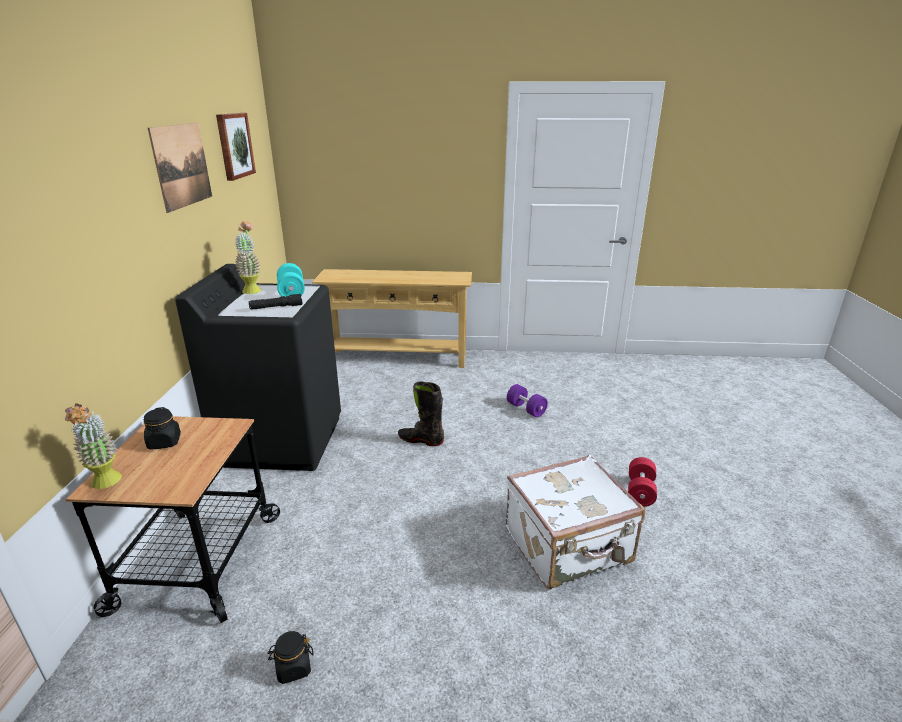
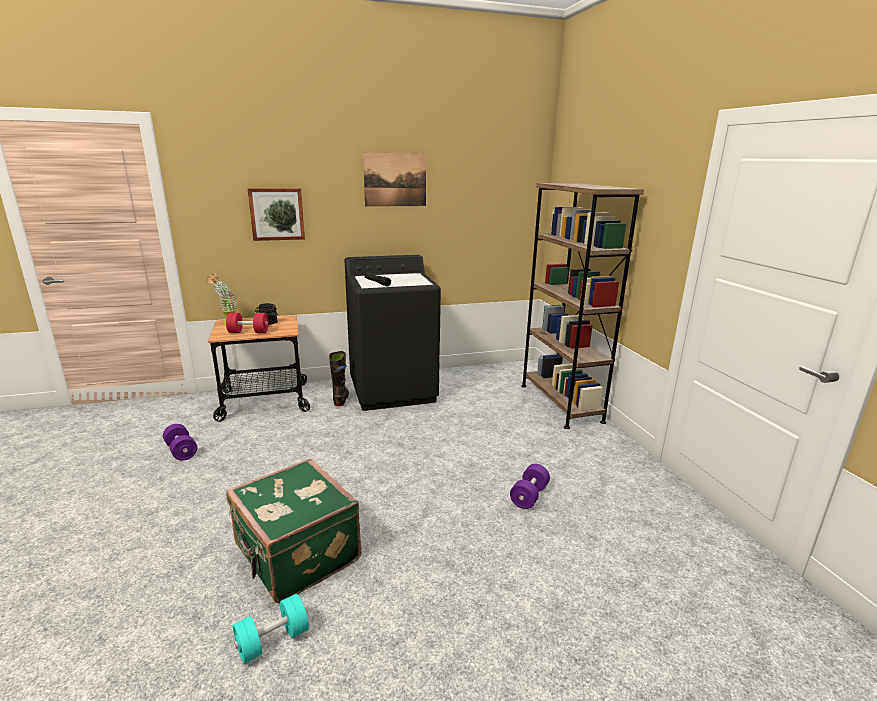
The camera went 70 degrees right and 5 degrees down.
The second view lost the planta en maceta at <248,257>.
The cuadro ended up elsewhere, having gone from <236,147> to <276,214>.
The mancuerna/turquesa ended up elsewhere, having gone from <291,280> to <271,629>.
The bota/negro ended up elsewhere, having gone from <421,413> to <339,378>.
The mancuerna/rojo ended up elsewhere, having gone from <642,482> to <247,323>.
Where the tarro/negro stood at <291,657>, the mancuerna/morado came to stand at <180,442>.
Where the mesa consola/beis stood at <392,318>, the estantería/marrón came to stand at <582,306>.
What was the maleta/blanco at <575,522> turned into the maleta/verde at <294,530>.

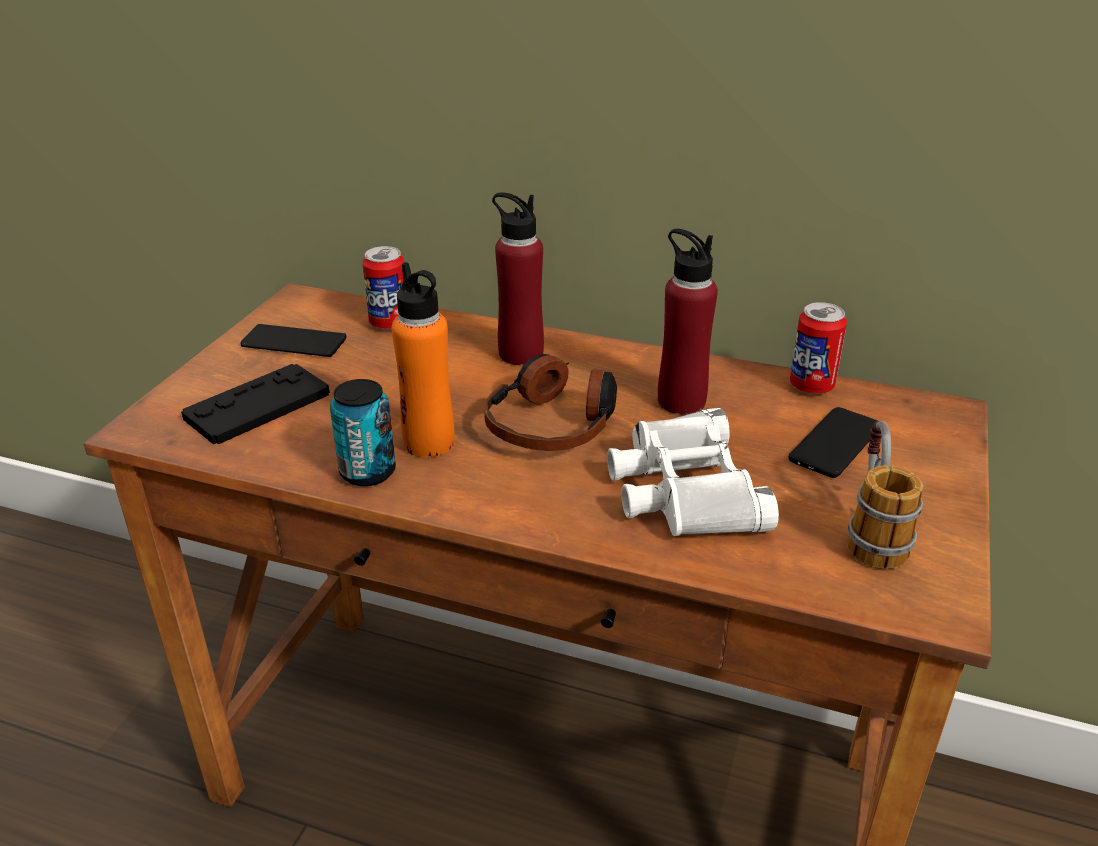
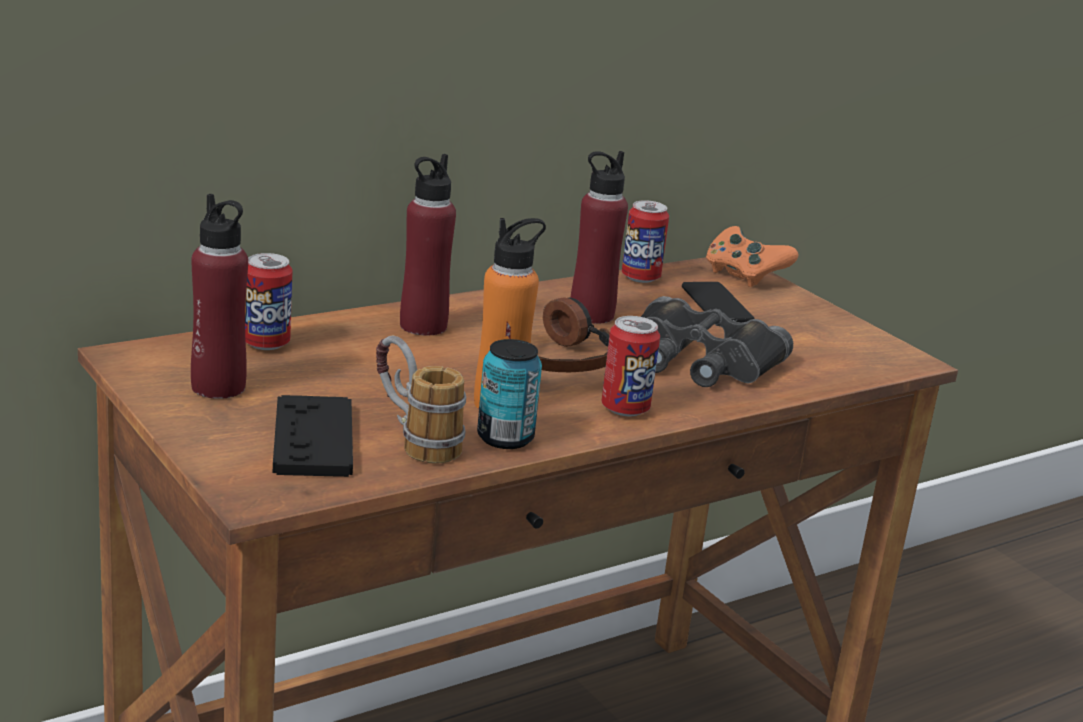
The camera went 55 degrees left and 10 degrees down.
The second view gained the lata at <630,366>.
The second view gained the mando de consola/naranja at <752,256>.
The taza grande ended up elsewhere, having gone from <885,495> to <421,399>.
Where the móvil stood at <293,340>, the botella/rojo came to stand at <219,296>.
What was the prismáticos/blanco at <693,472> turned into the prismáticos/negro at <717,341>.

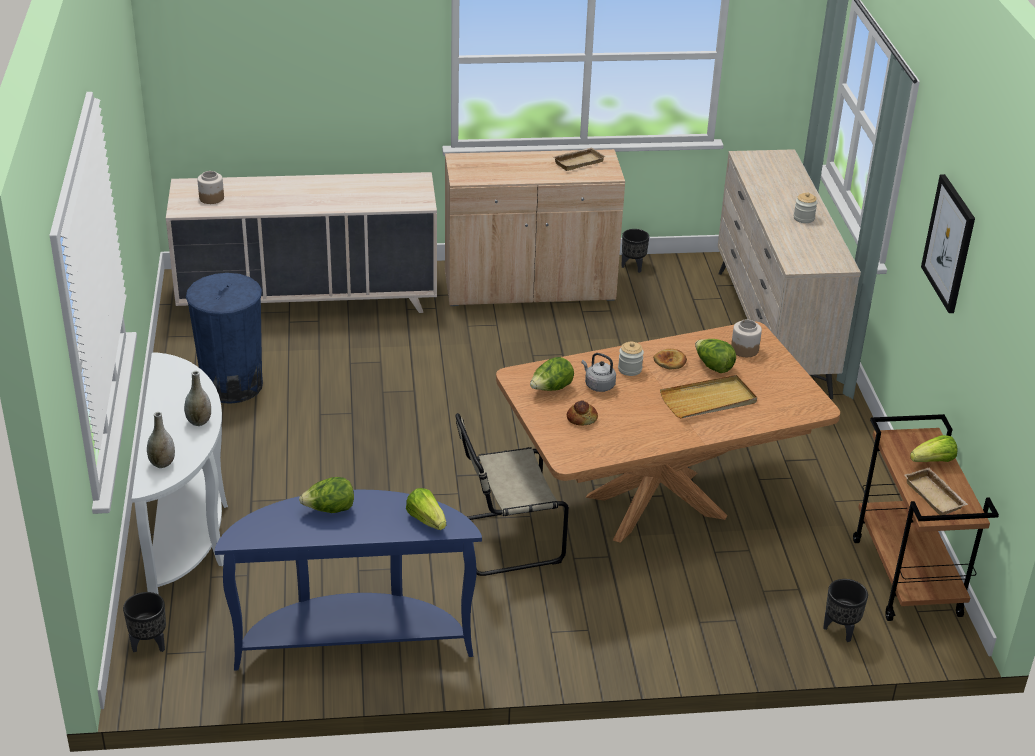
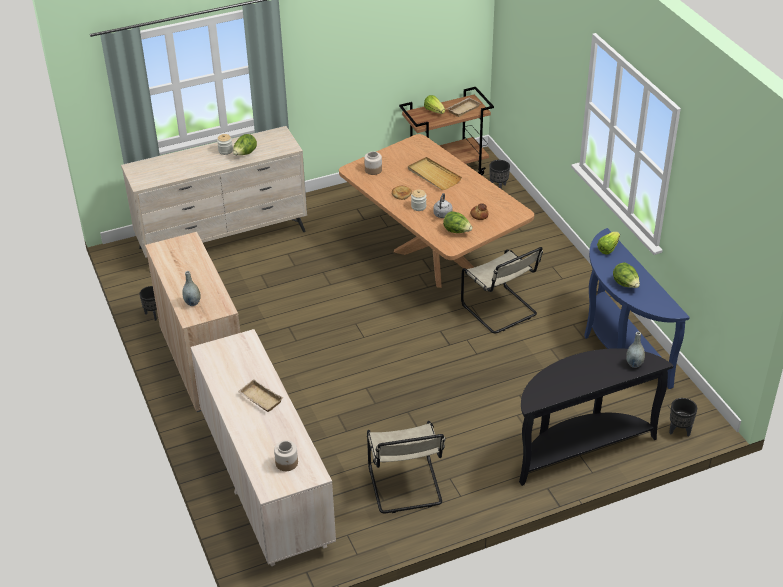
The camera went 105 degrees left and 5 degrees up.
The second view lost the cuadro at <948,243>.
The florero/gris ended up elsewhere, having gone from <197,398> to <191,288>.
The bandeja/beis ended up elsewhere, having gone from <579,159> to <260,395>.
The lechuga ended up elsewhere, having gone from <715,356> to <245,144>.
Where the papelera/azul stood at <224,338>, the silla/beis came to stand at <406,467>.
What was the mesa consola/blanco at <180,474> turned into the mesa consola/negro at <596,417>.

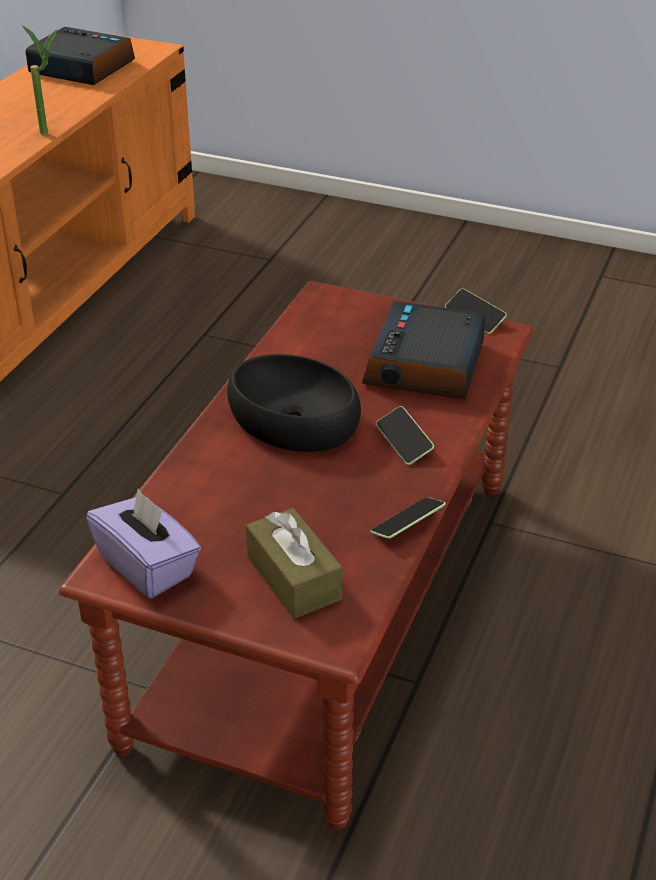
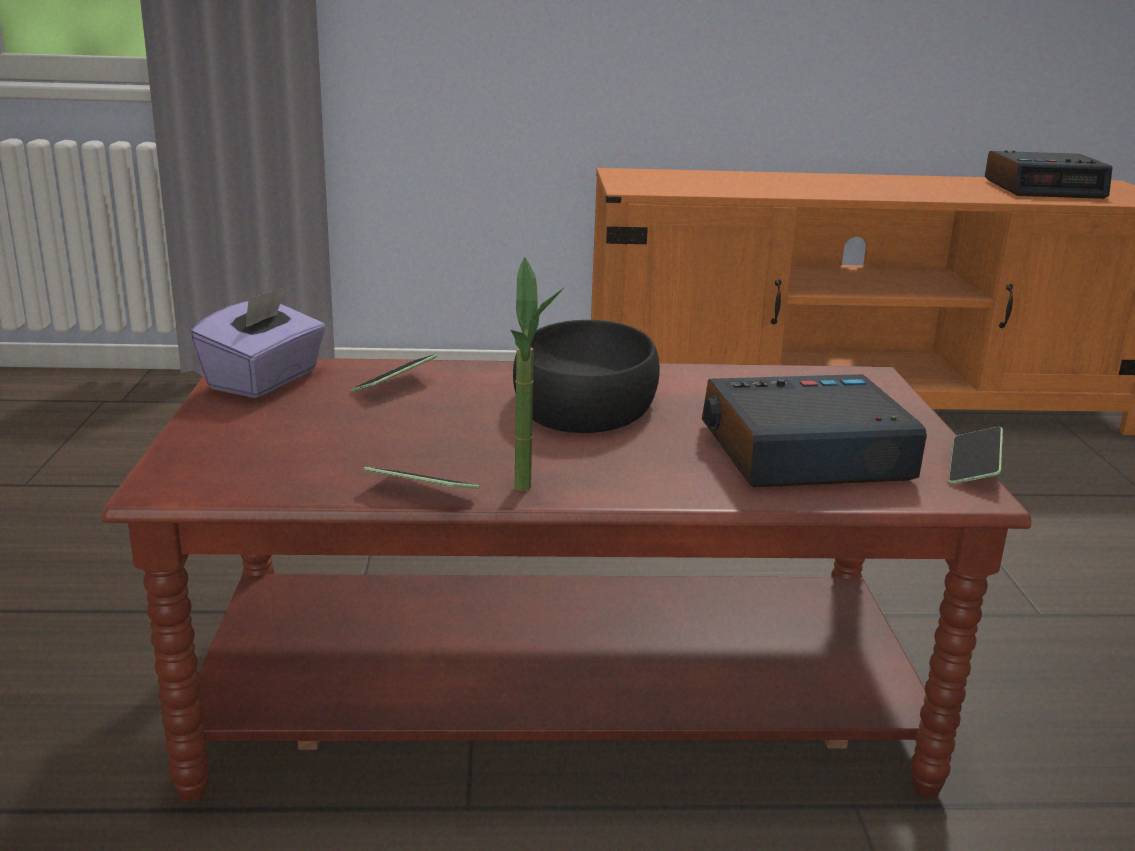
The camera went 65 degrees right and 15 degrees down.
The second view lost the caja de pañuelos/marrón at <294,563>.
The planta en maceta ended up elsewhere, having gone from <39,80> to <537,374>.
The móvil ended up elsewhere, having gone from <405,435> to <393,373>.
The despertador at <80,56> ended up facing another way, 90 degrees clockwise from before.

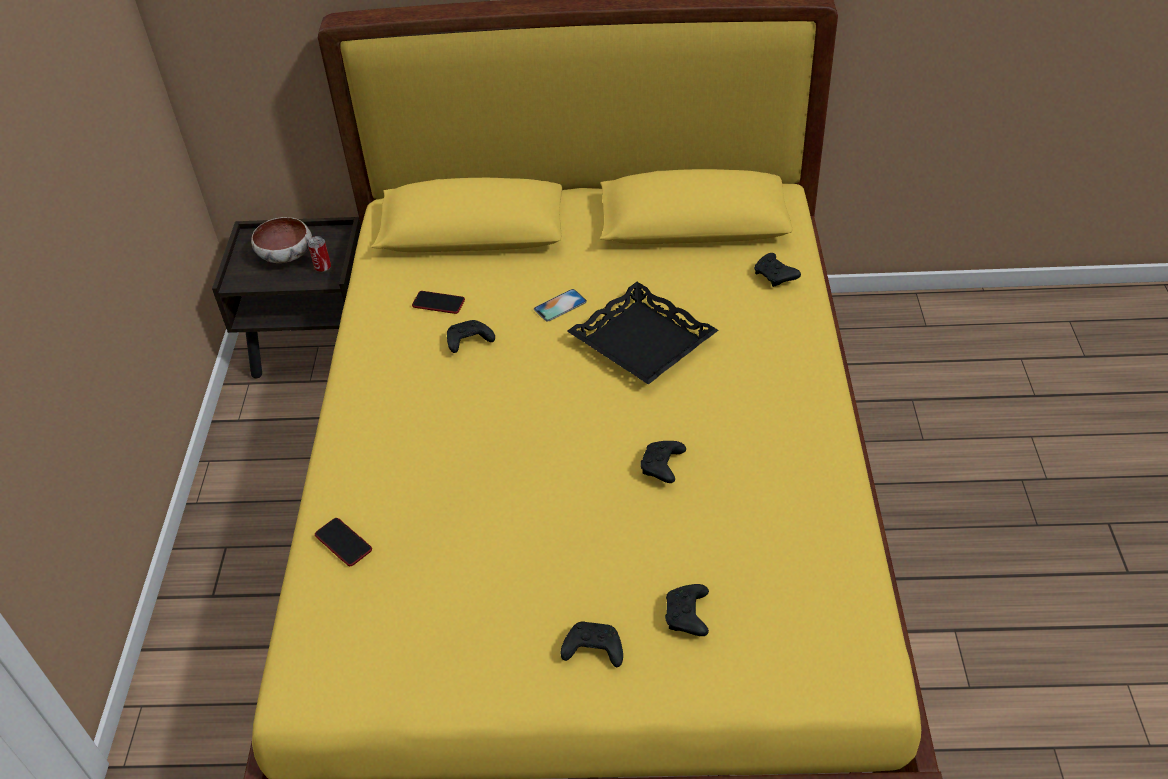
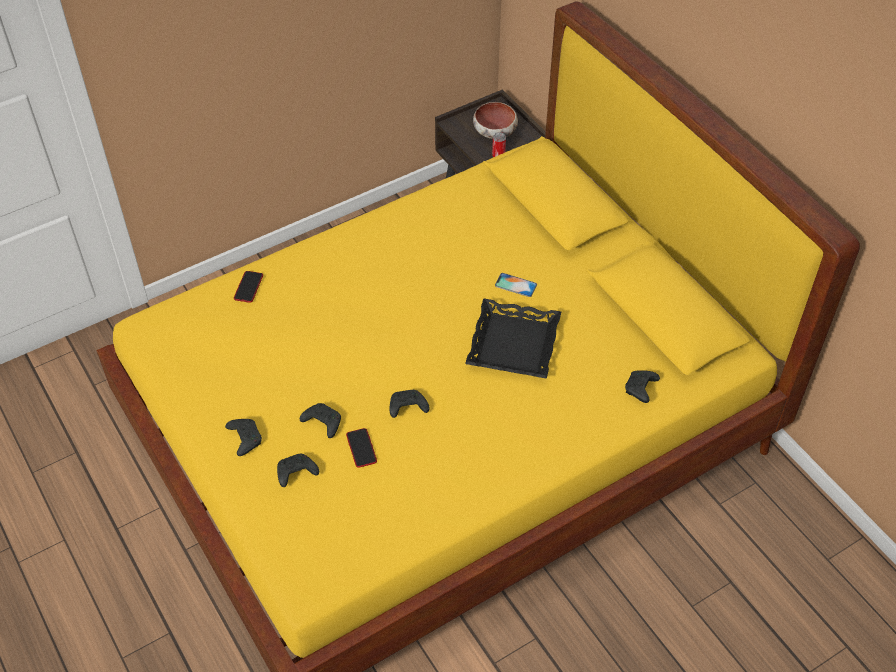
The camera went 55 degrees right and 5 degrees up.
The móvil ended up elsewhere, having gone from <438,302> to <361,448>.
The mando de consola/negro ended up elsewhere, having gone from <471,336> to <320,420>.

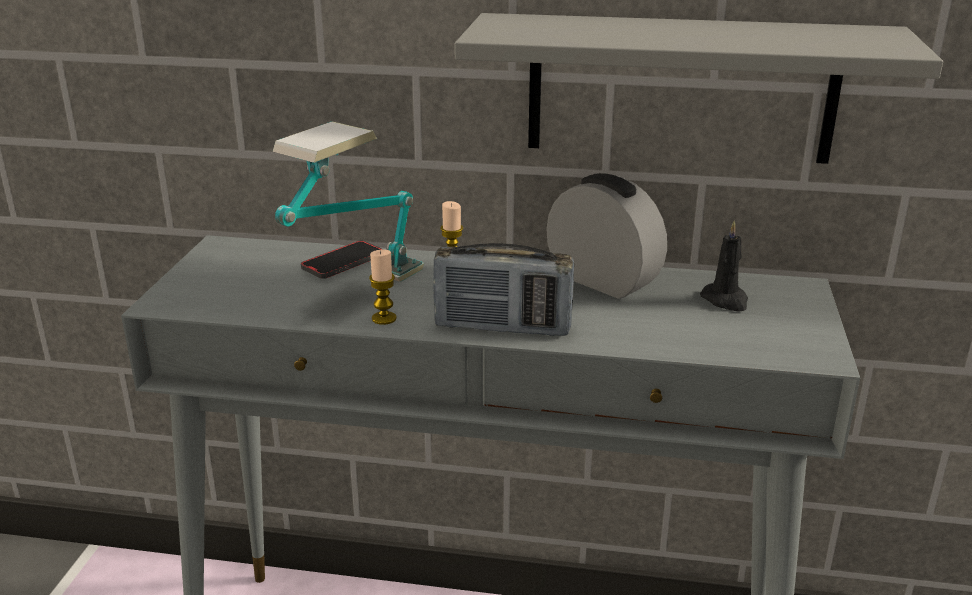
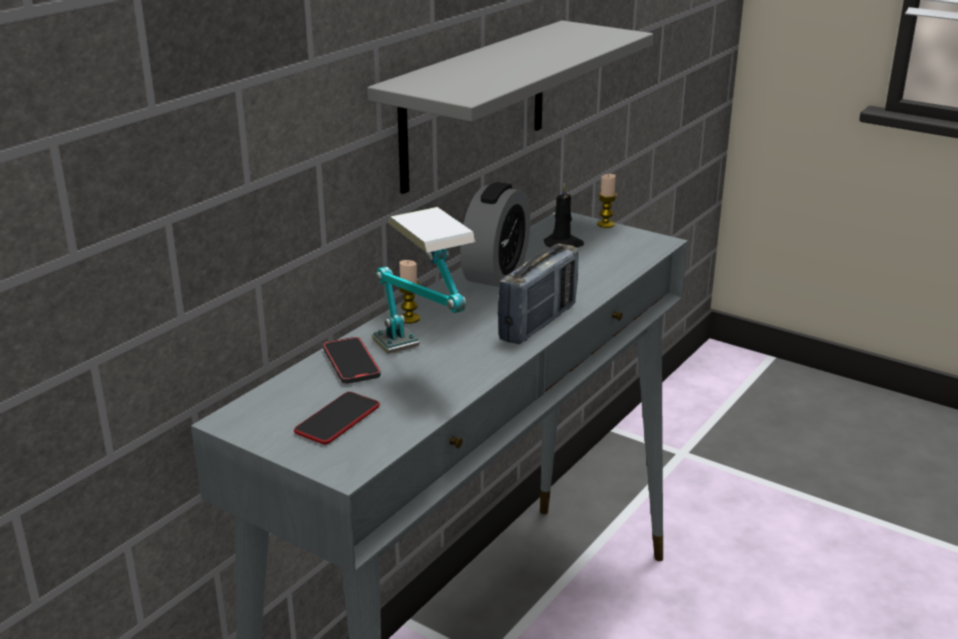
The camera went 65 degrees left and 0 degrees up.
The second view gained the móvil at <337,418>.
The vela ended up elsewhere, having gone from <383,287> to <606,201>.
The despertador at <606,236> ended up facing another way, 135 degrees clockwise from before.

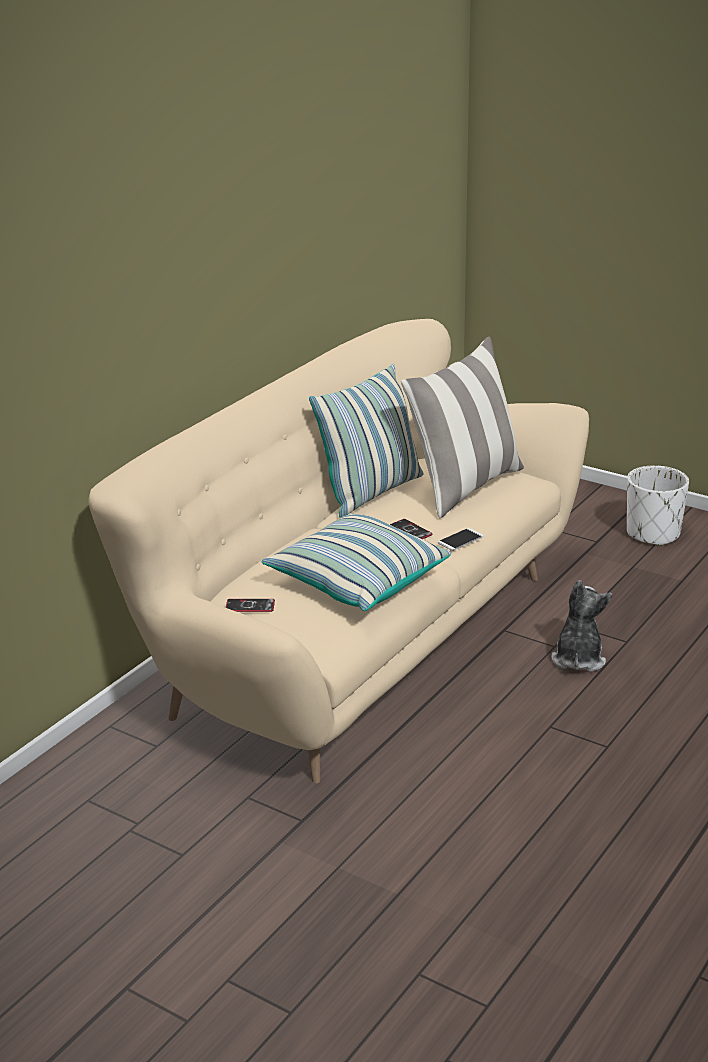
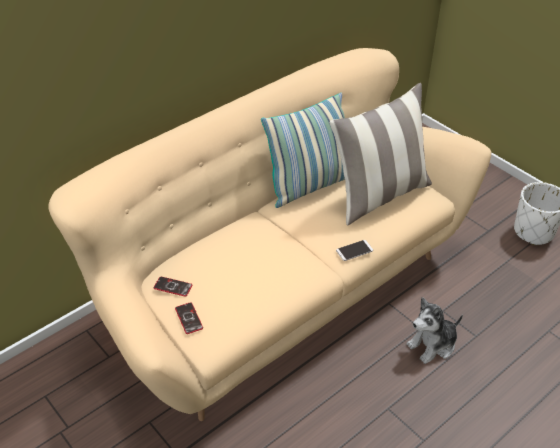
The camera went 15 degrees right and 15 degrees up.
The second view lost the cojín at <356,562>.
The móvil ended up elsewhere, having gone from <411,529> to <189,318>.
The peluche at <581,626> ended up facing another way, 150 degrees counterclockwise from before.

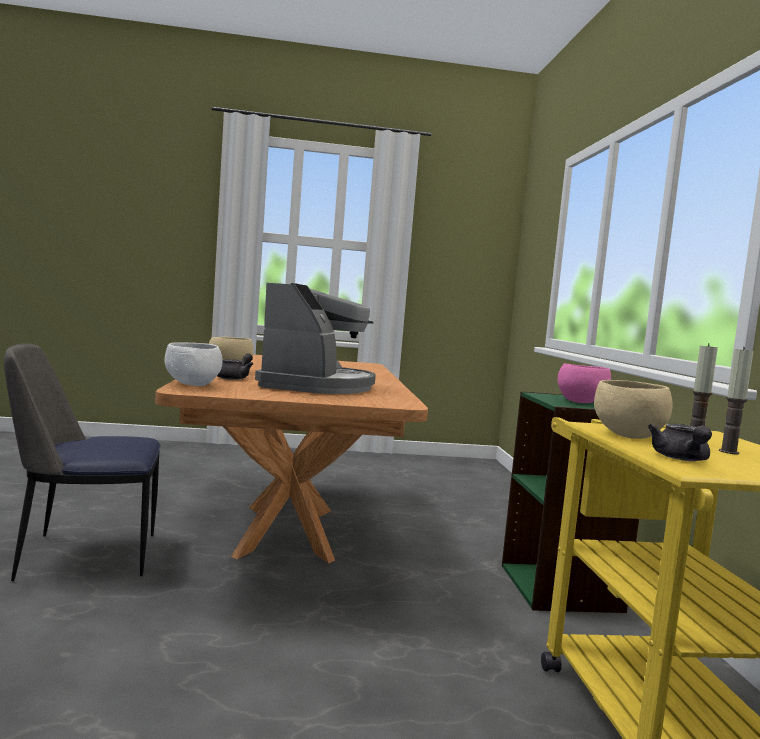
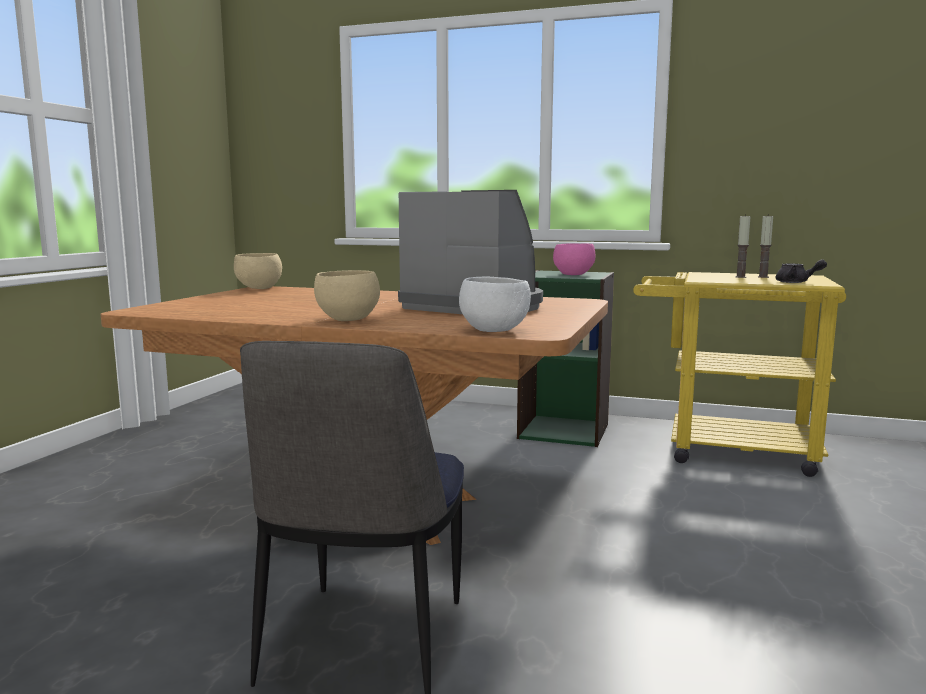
The camera went 65 degrees left and 5 degrees up.
The second view lost the tetera/gris at <235,366>.
The cuenco/beis ended up elsewhere, having gone from <633,409> to <258,271>.

